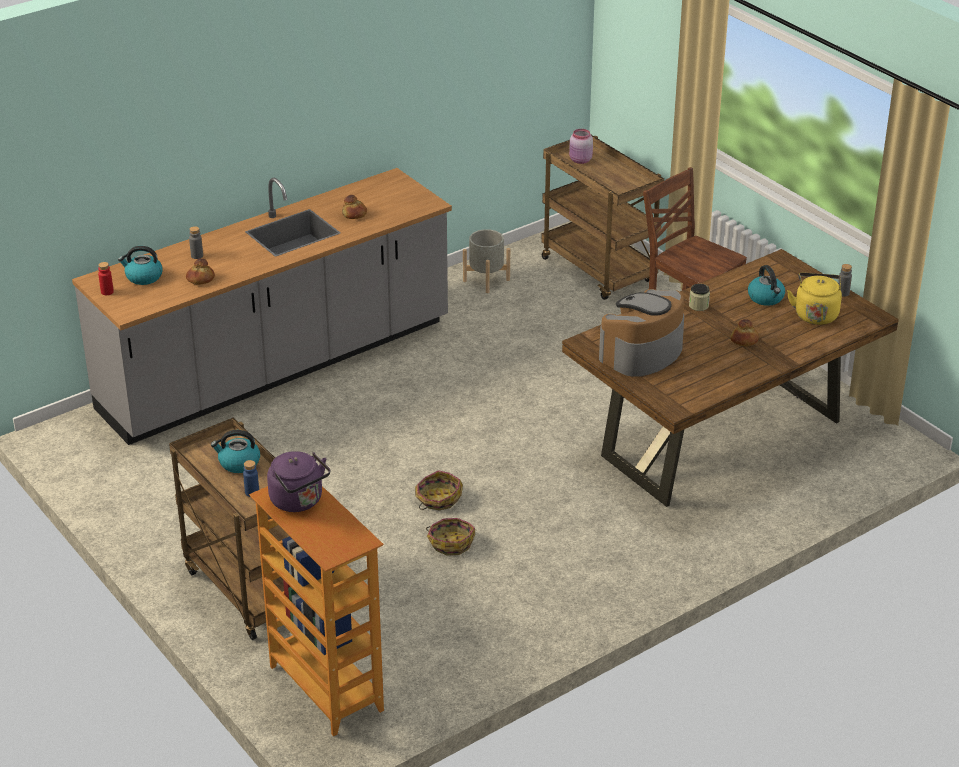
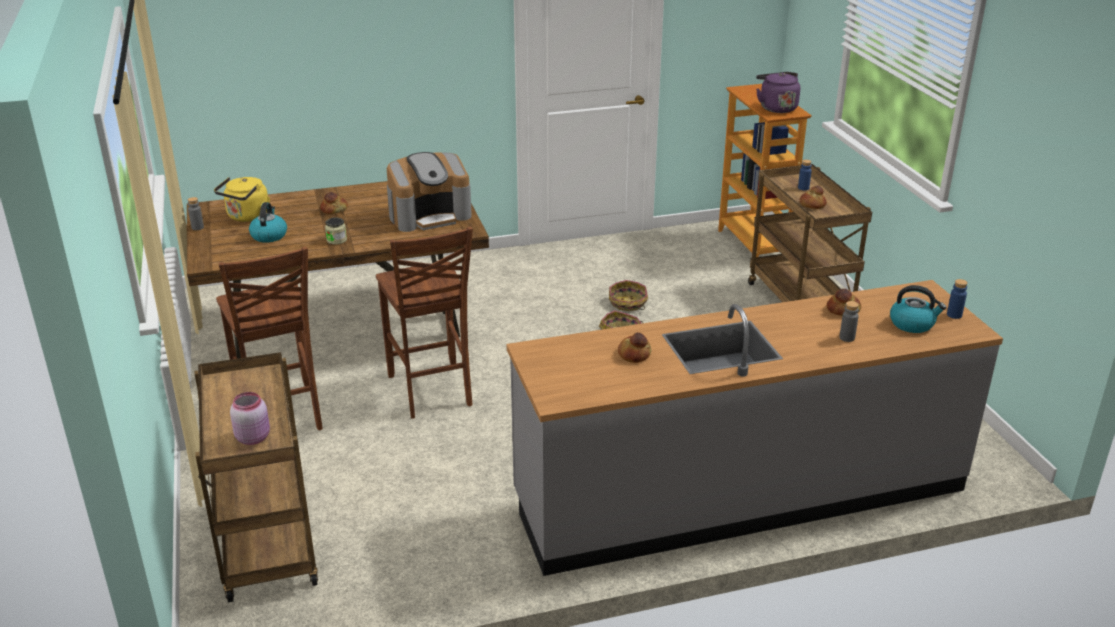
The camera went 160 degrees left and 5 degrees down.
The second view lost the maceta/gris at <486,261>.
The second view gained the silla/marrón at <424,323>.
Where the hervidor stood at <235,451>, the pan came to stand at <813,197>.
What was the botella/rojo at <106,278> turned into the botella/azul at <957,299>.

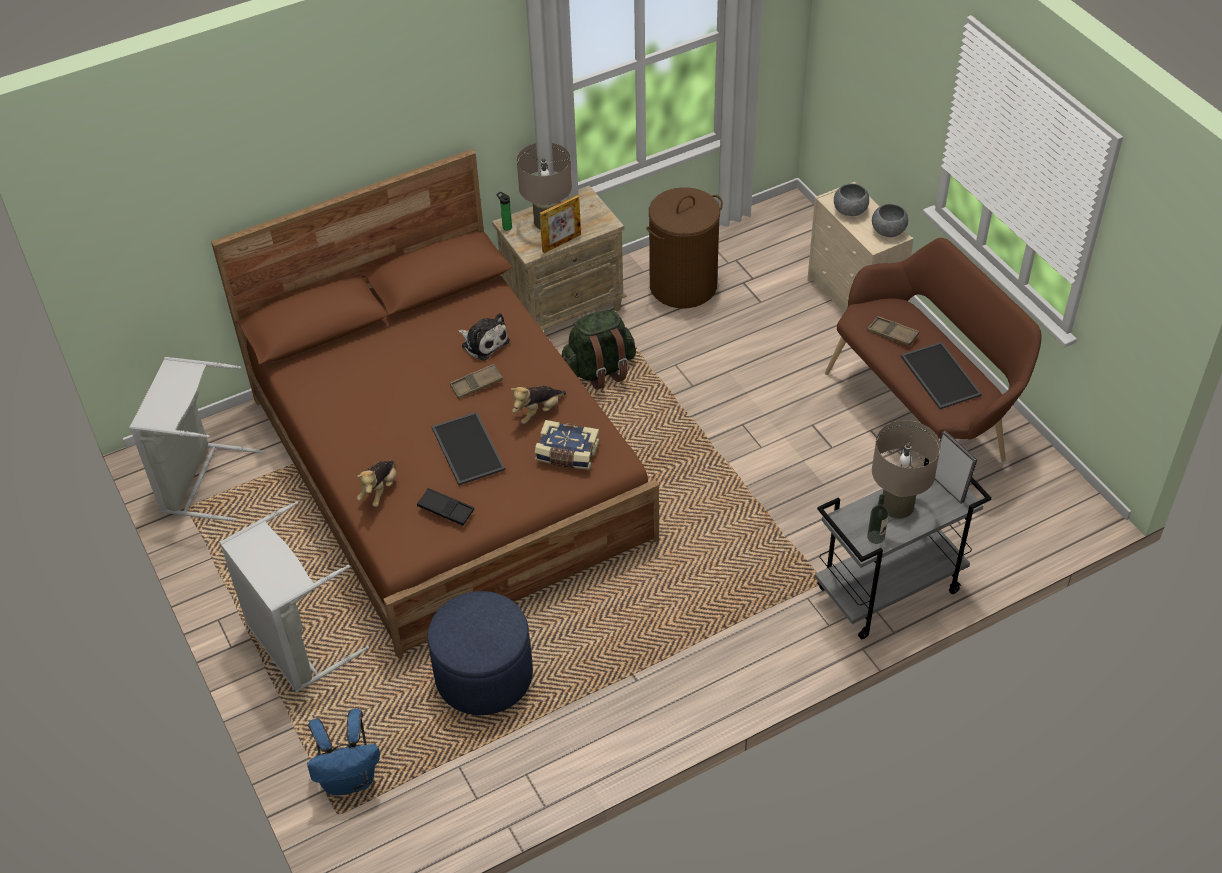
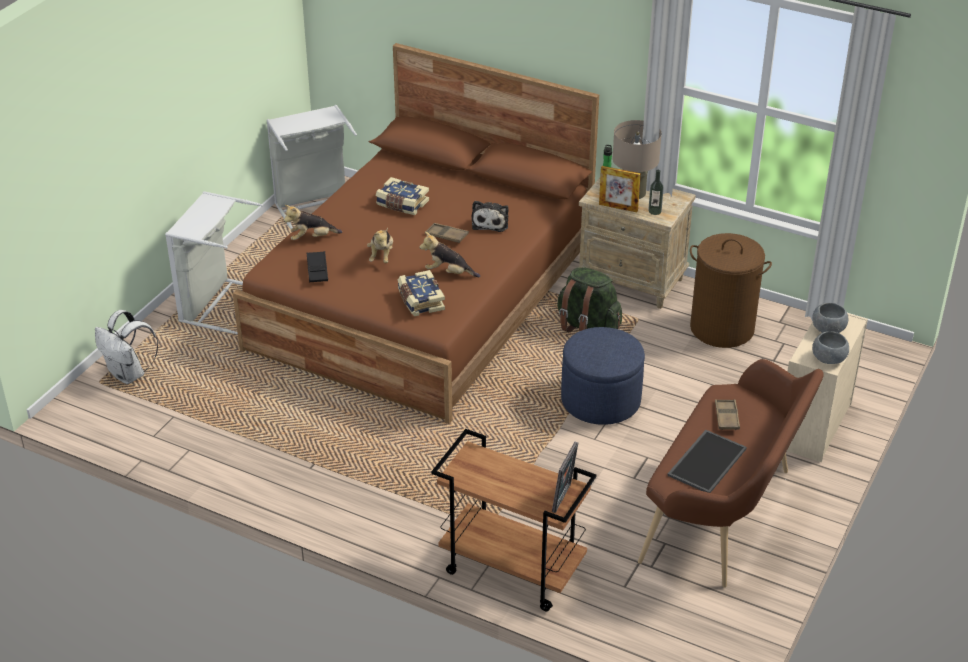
The camera went 55 degrees right and 10 degrees down.
The second view lost the lámpara de mesa/beis at <906,469>.
The second view gained the libro at <402,196>.
The puf/azul ended up elsewhere, having gone from <480,653> to <603,376>.
The botella ended up elsewhere, having gone from <878,519> to <656,192>.
Where the bandeja stood at <468,448>, the peluche came to stand at <380,245>.
What was the mochila/azul at <343,752> turned into the mochila/blanco at <126,347>.
What was the carrito/gris at <903,548> turned into the carrito/marrón at <514,520>.

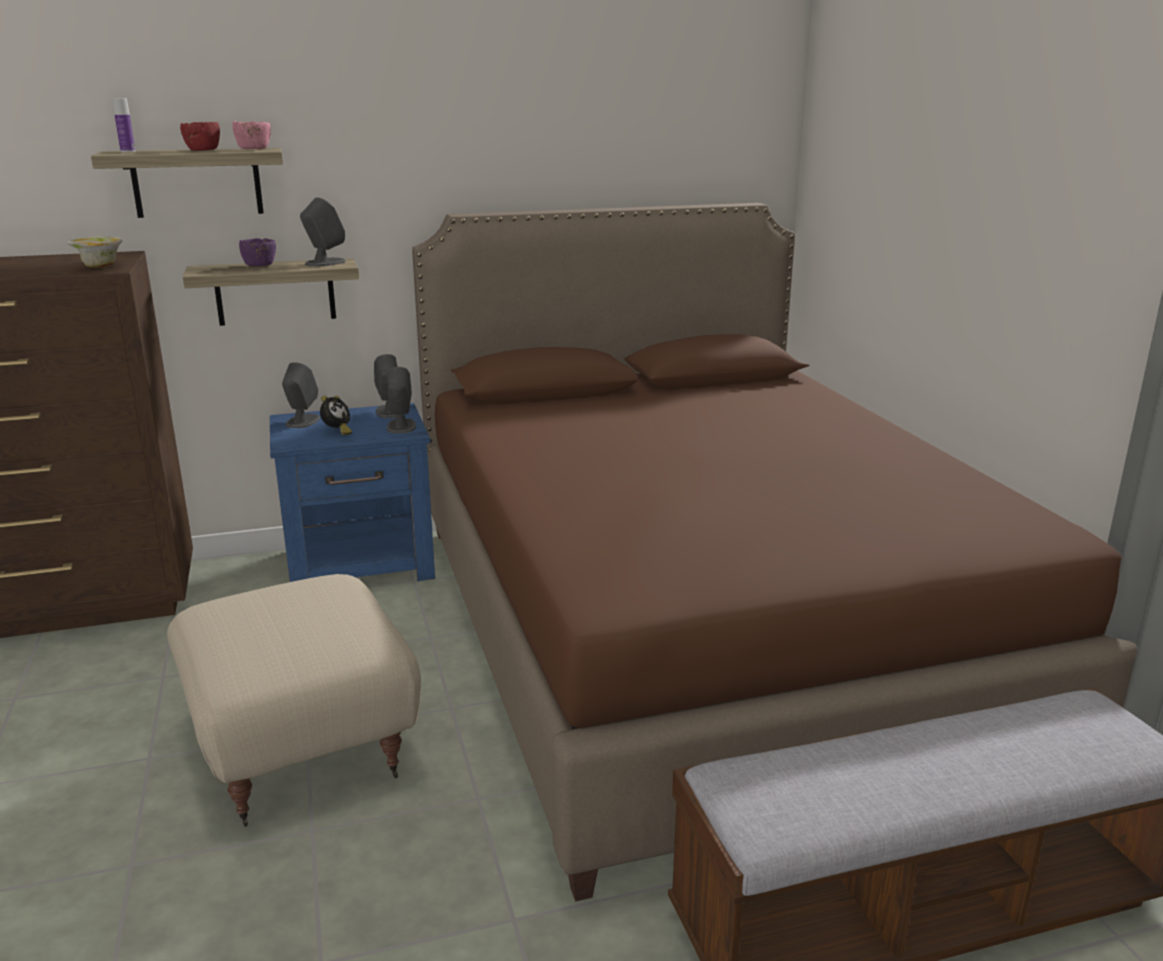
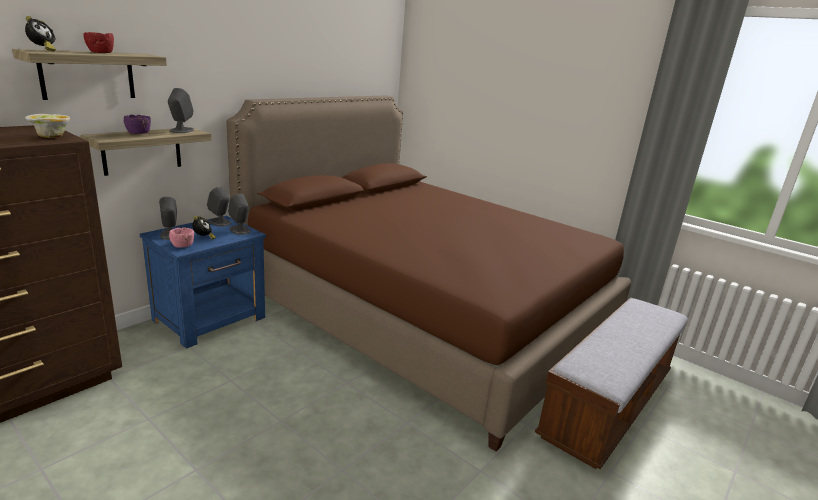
The camera went 35 degrees left and 0 degrees up.
The second view lost the puf/beis at <294,700>.
The cuenco/rosa ended up elsewhere, having gone from <252,135> to <181,237>.
Where the botella stood at <124,125>, the despertador came to stand at <40,34>.

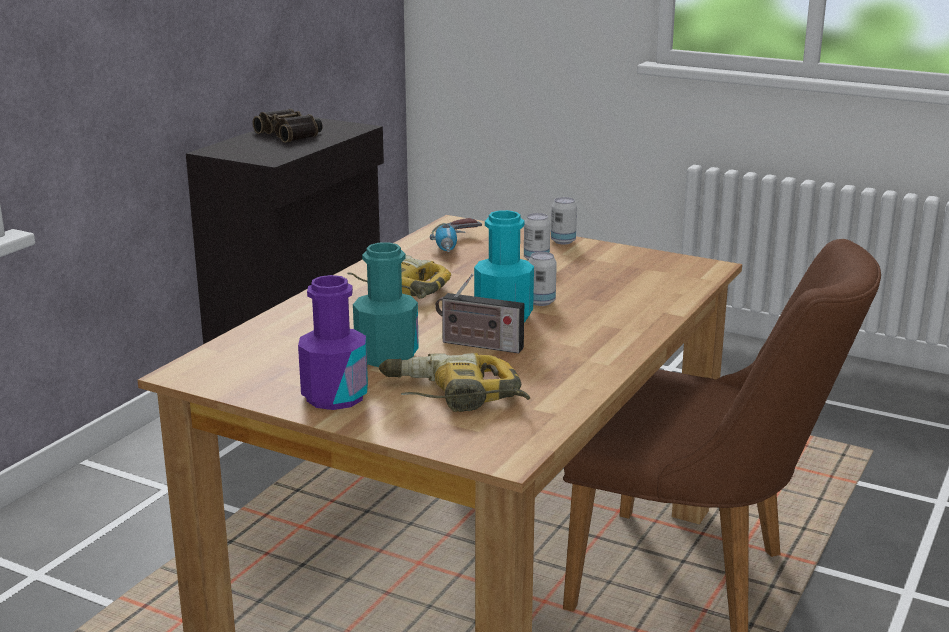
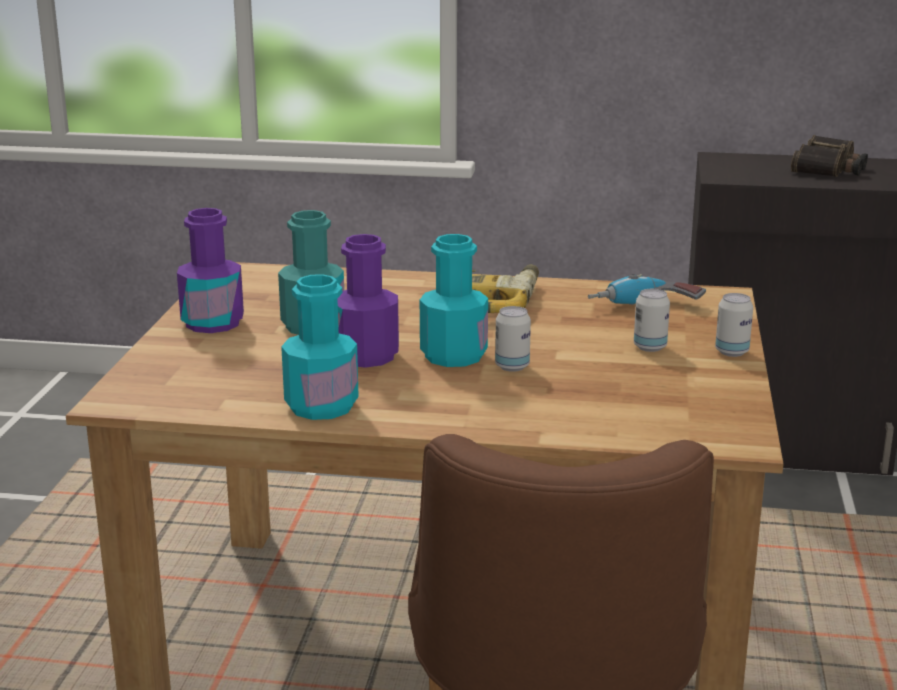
The camera went 70 degrees right and 0 degrees up.
The second view lost the taladro at <454,382>.
The second view gained the botella/turquesa at <320,347>.
Where the radio stood at <479,313>, the botella/morado came to stand at <368,301>.

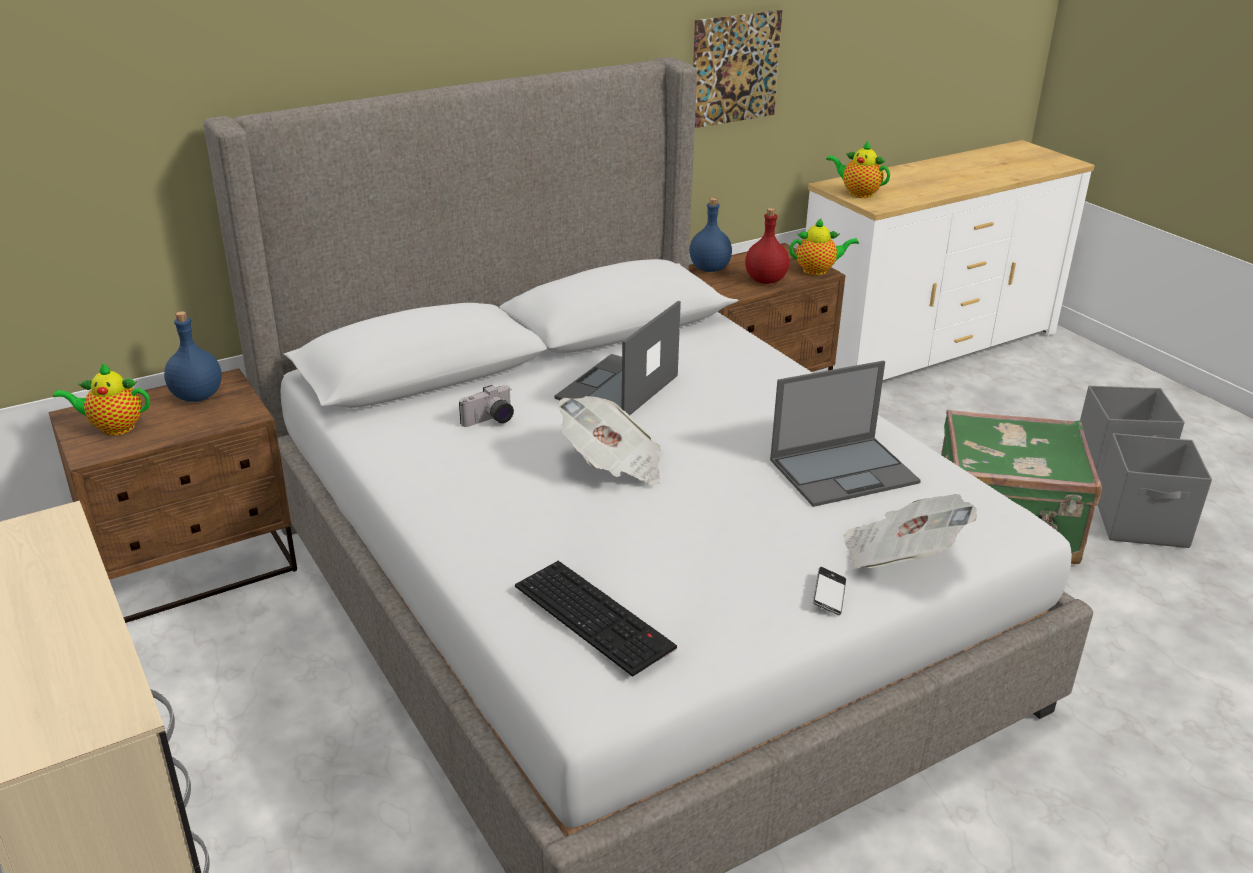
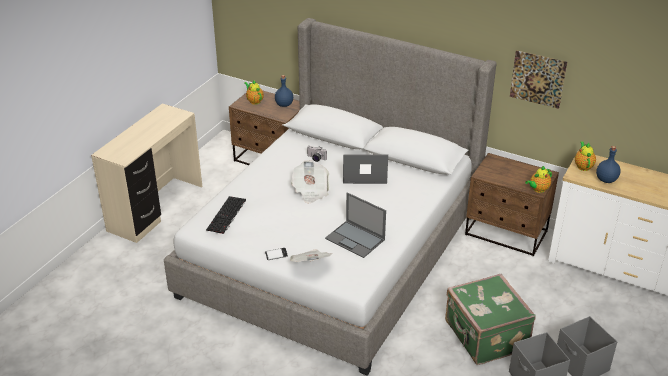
The camera went 60 degrees right and 5 degrees up.
The second view lost the botella/rojo at <767,246>.
The botella/azul ended up elsewhere, having gone from <711,235> to <608,164>.
The tetera at <824,246> ended up facing another way, 90 degrees clockwise from before.

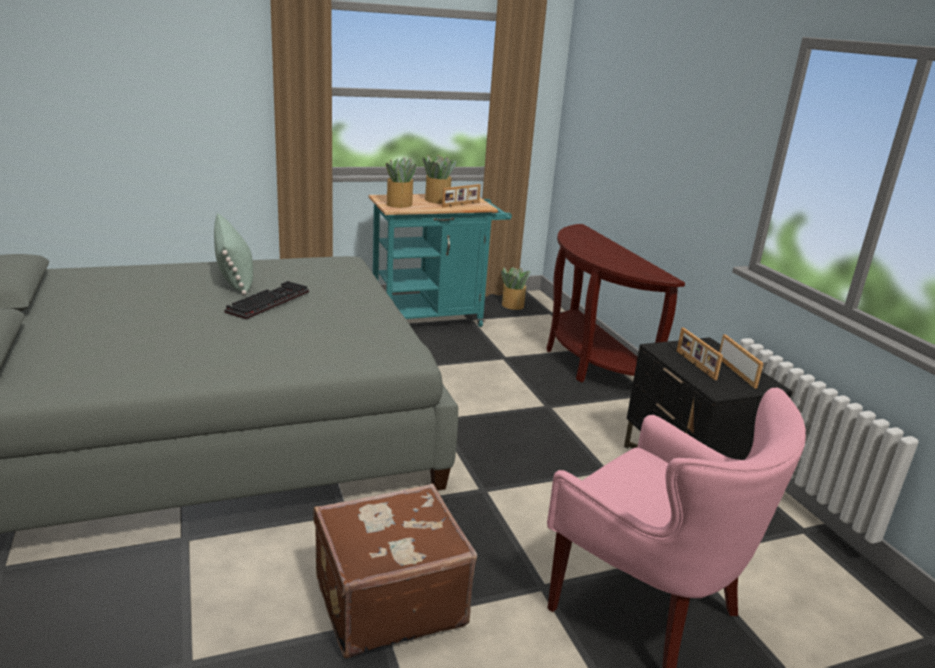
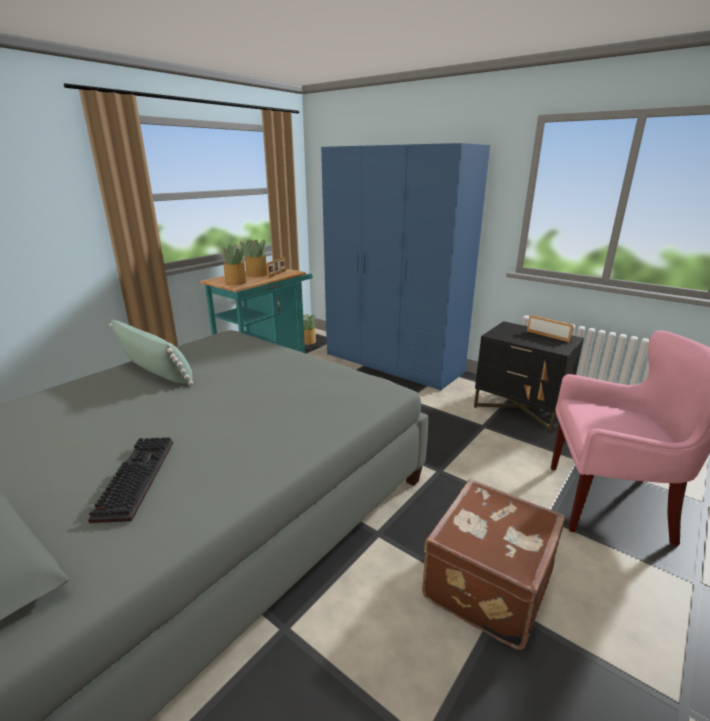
The camera went 30 degrees left and 0 degrees up.
The second view lost the portarretratos at <700,354>.
The teclado ended up elsewhere, having gone from <266,300> to <130,480>.
Where the mesa consola/marrón stood at <615,303>, the armario ropero/azul came to stand at <405,267>.

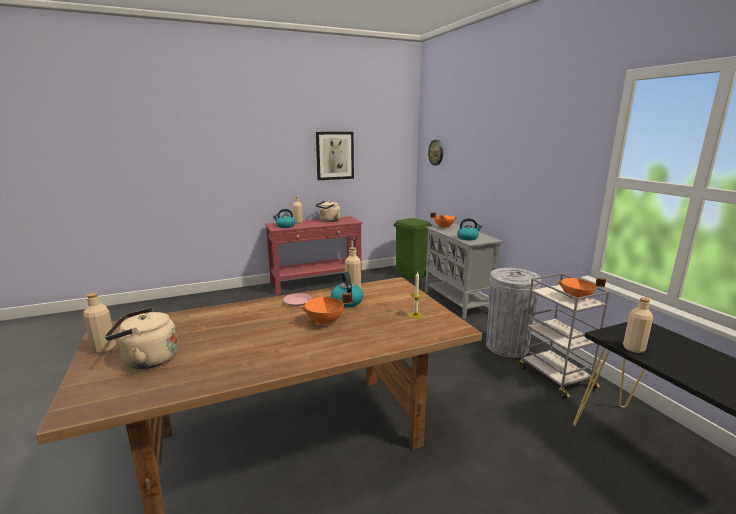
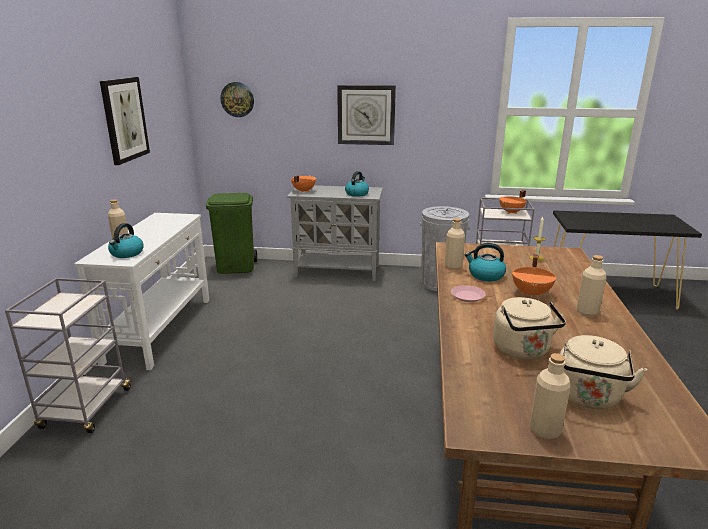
The camera went 60 degrees left and 5 degrees up.
The second view gained the carrito/gris at <69,355>.
The second view gained the reloj de pared at <366,115>.
The hervidor/beis ended up elsewhere, having gone from <328,211> to <529,328>.
The botella/beis ended up elsewhere, having gone from <638,325> to <591,285>.
What was the mesa consola/rojo at <313,255> turned into the mesa consola/blanco at <141,291>.

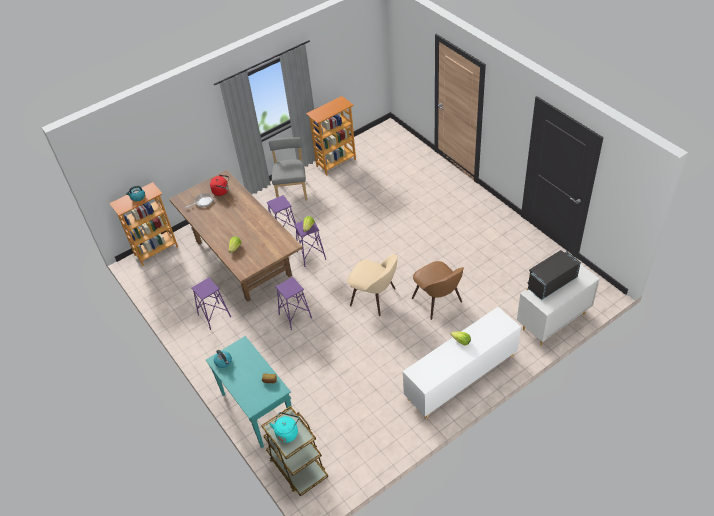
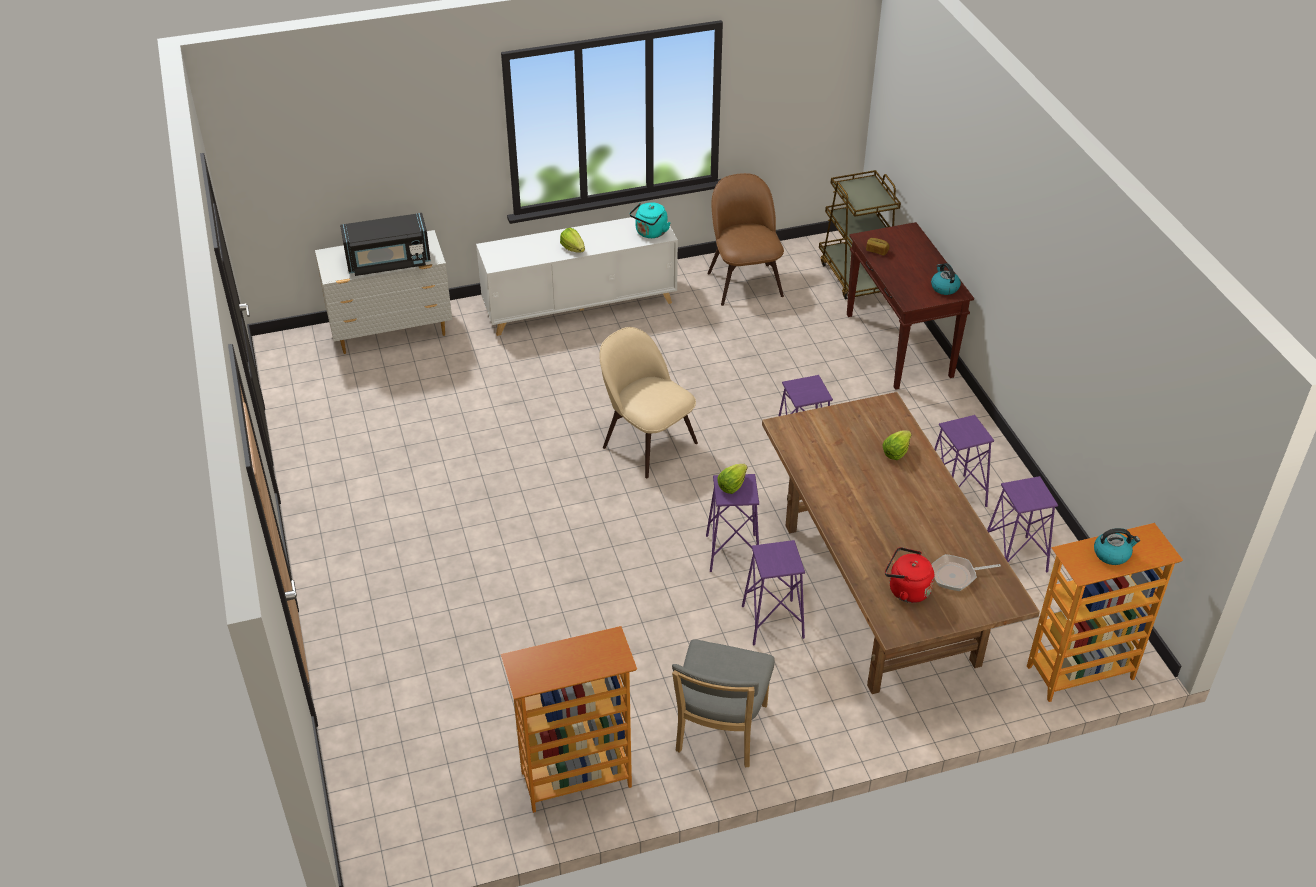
The camera went 165 degrees left and 5 degrees down.
The second view gained the taburete/morado at <1022,524>.
The hervidor/turquesa ended up elsewhere, having gone from <284,427> to <650,220>.
The silla/marrón ended up elsewhere, having gone from <438,290> to <745,239>.
What was the mesa consola/turquesa at <249,392> turned into the mesa consola/marrón at <910,306>.

